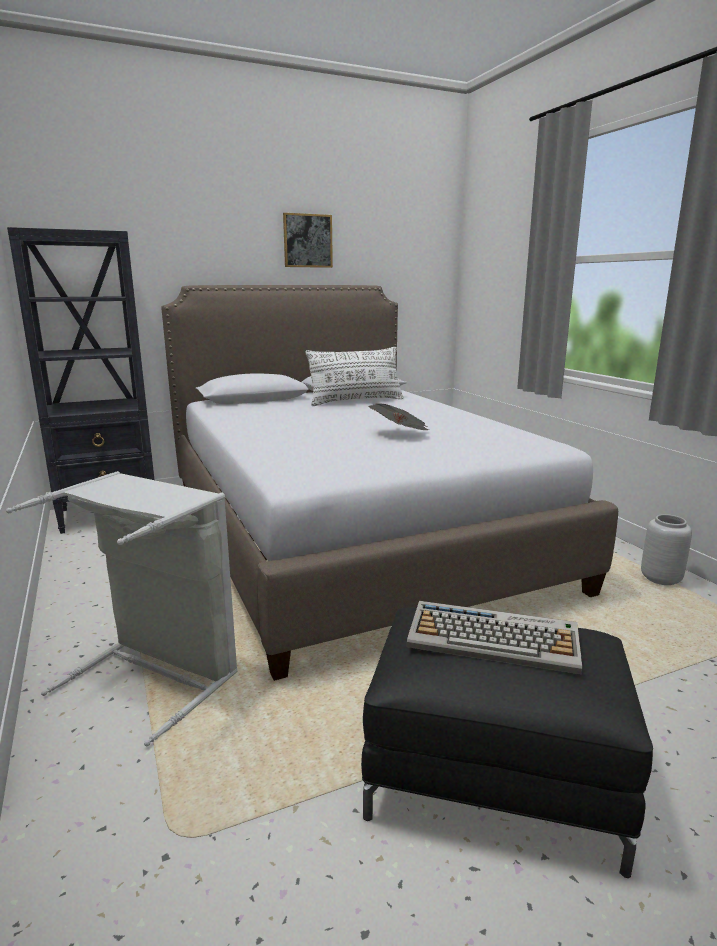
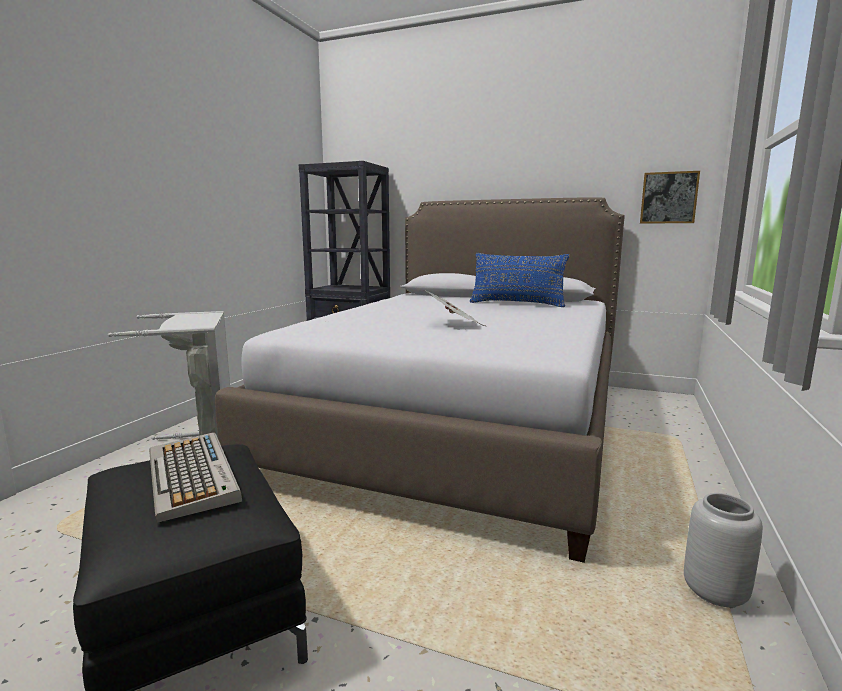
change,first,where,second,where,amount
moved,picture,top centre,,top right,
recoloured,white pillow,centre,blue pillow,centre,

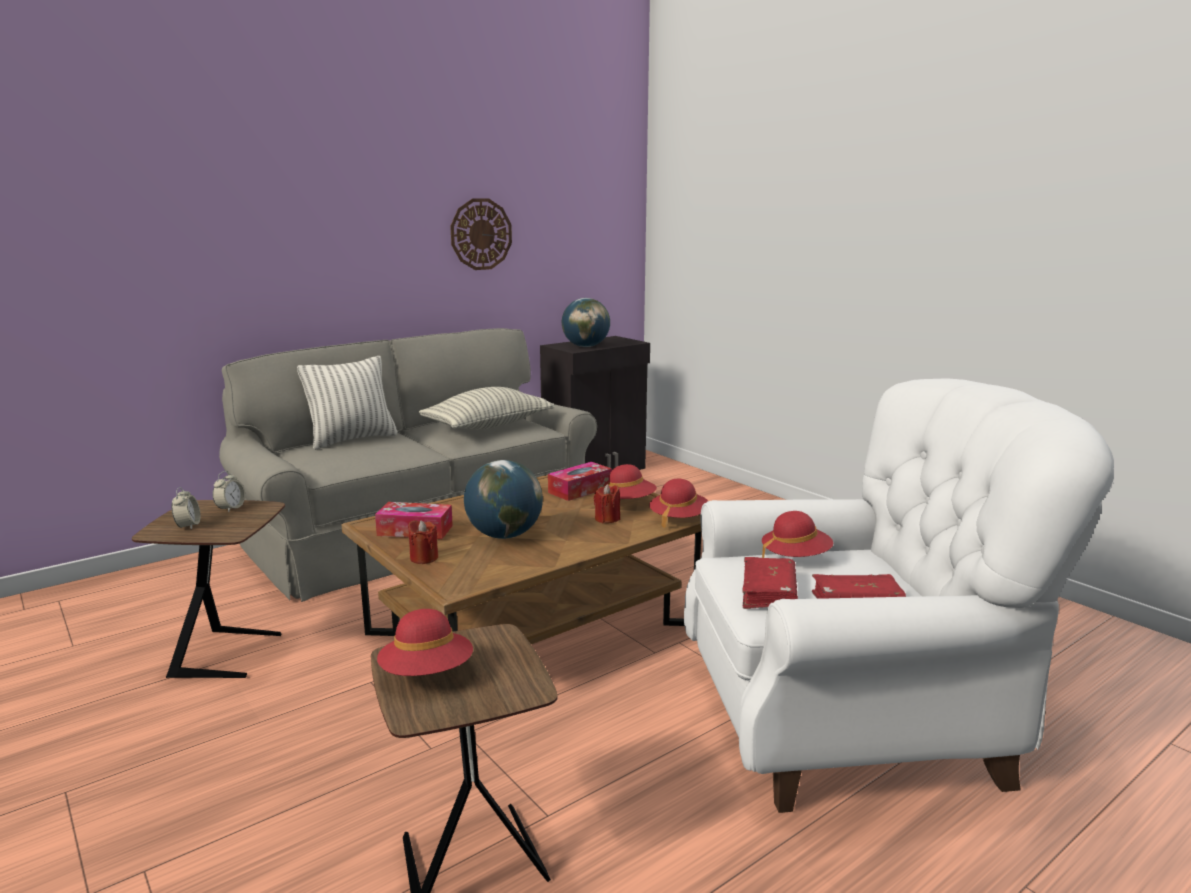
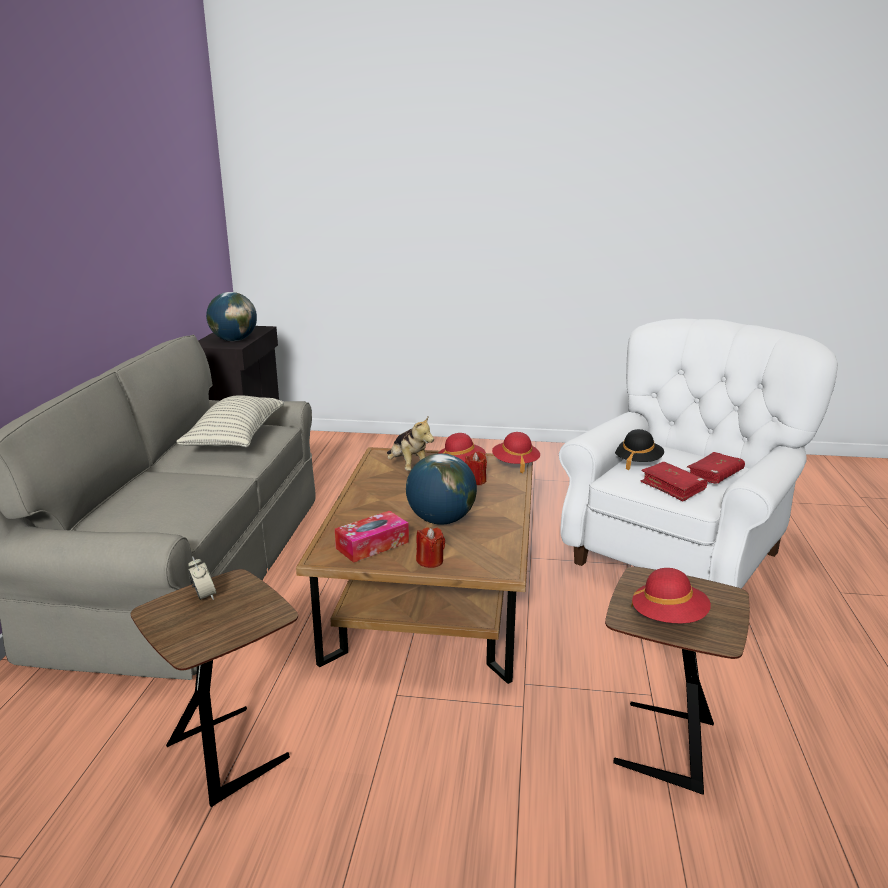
change,first,where,second,where,amount
removed,hanging clock,top centre,,,
removed,pillow (1st from left),middle left,,,
replaced,tissue box (2nd from left),centre,cuddly toy,centre,
removed,bedside clock (1st from left),middle left,,,
recoloured,reddish hat (4th from left),middle right,black hat,middle right,

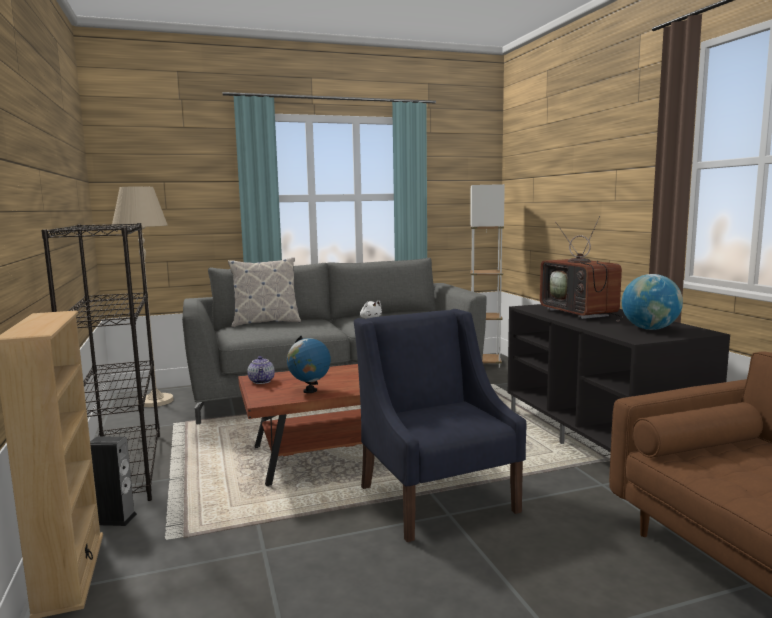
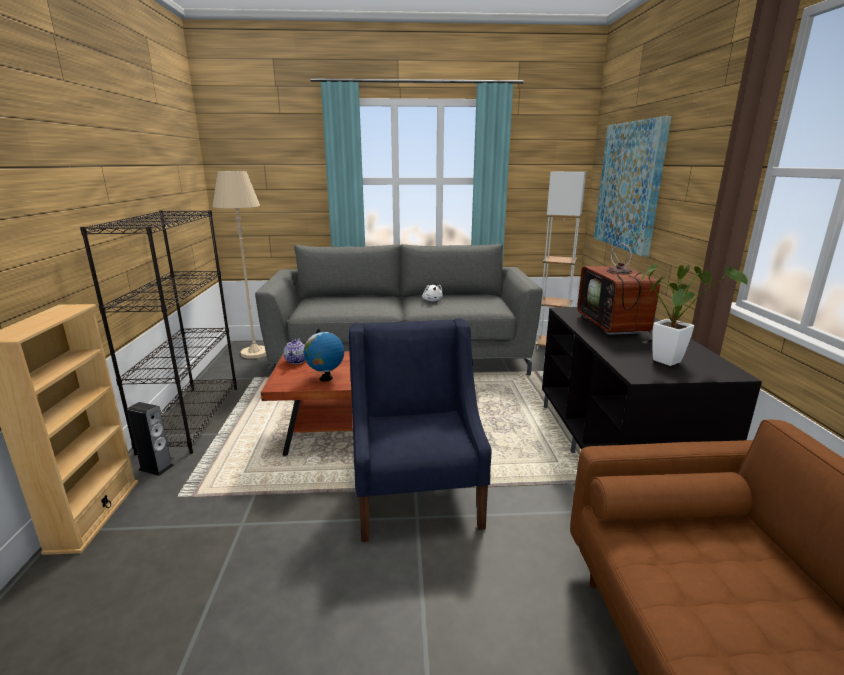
change,first,where,second,where,amount
removed,pillow,centre,,,
replaced,world globe (2nd from left),middle right,plant in a pot,middle right,
added,,,picture,top right,

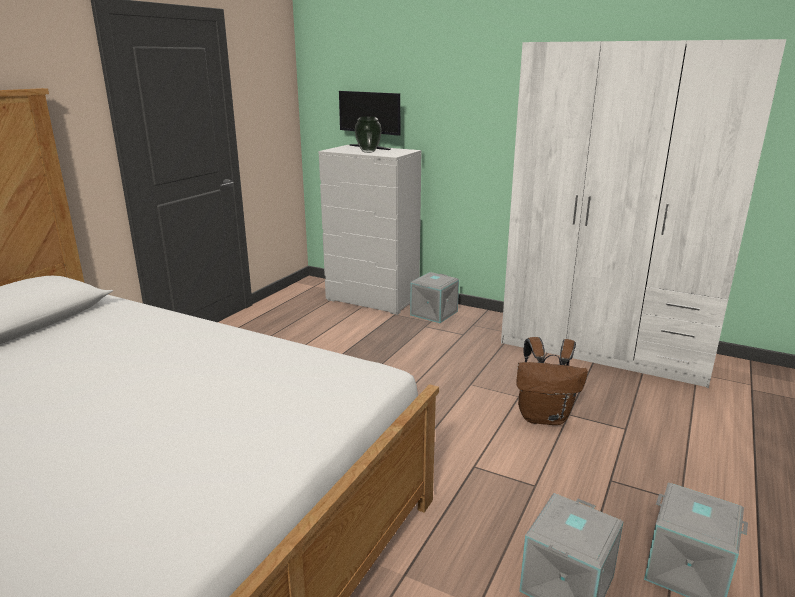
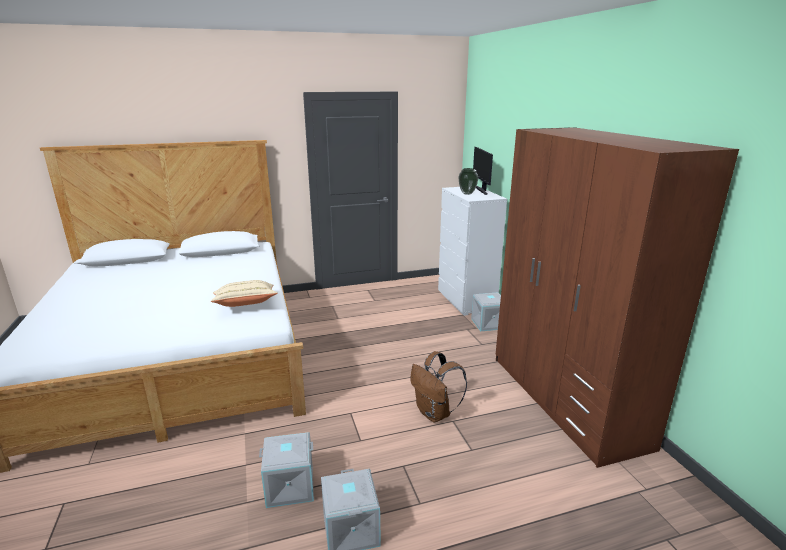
change,first,where,second,where,amount
recoloured,white clothes cupboard,middle right,brown-coloured clothes cupboard,middle right,
added,,,sand-coloured pillow,middle left,

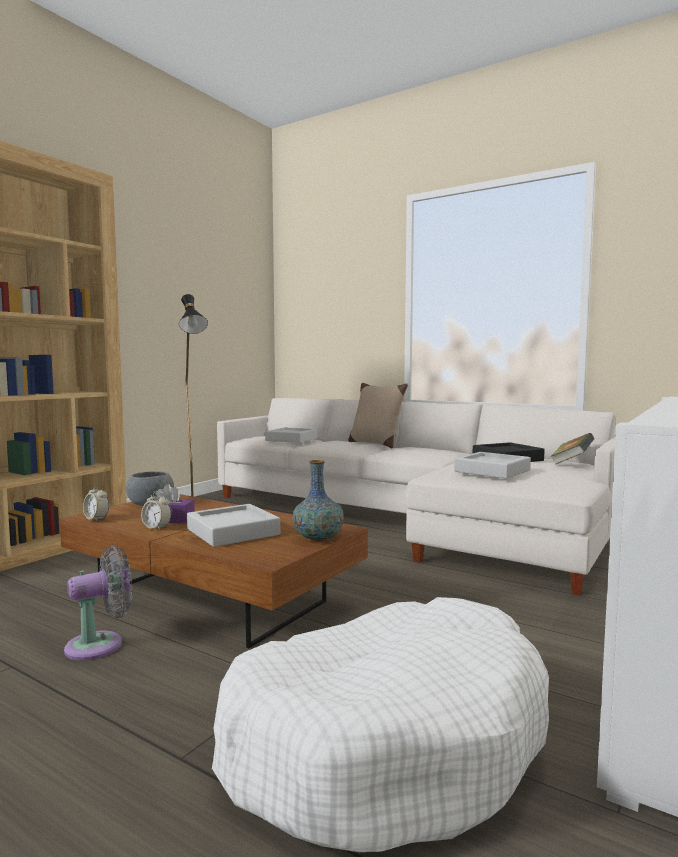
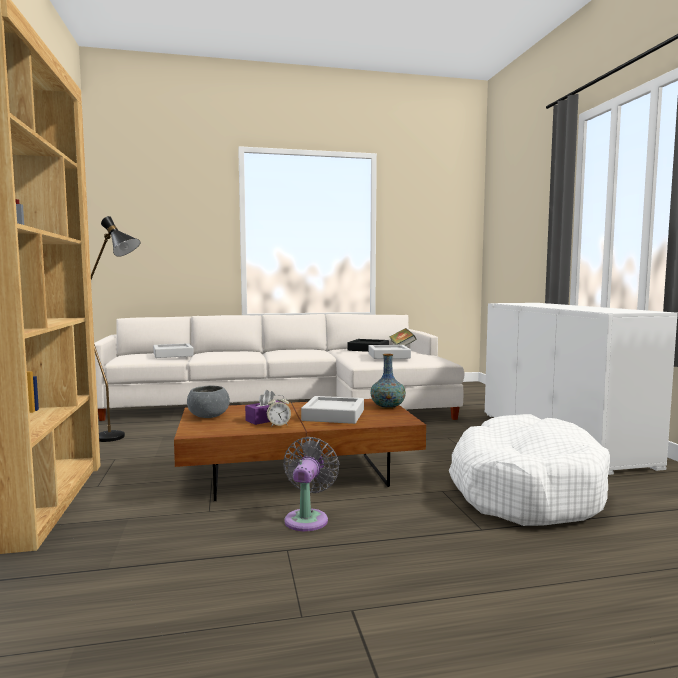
change,first,where,second,where,amount
removed,sand-coloured pillow,centre,,,
removed,bedside clock (1st from left),middle left,,,

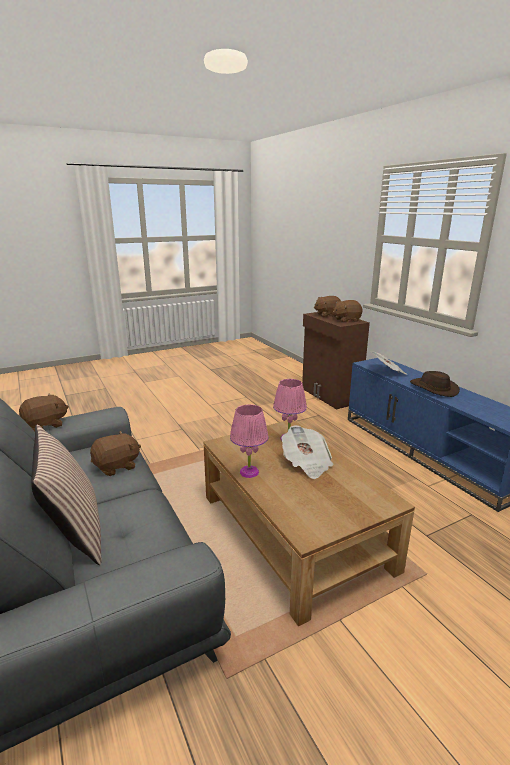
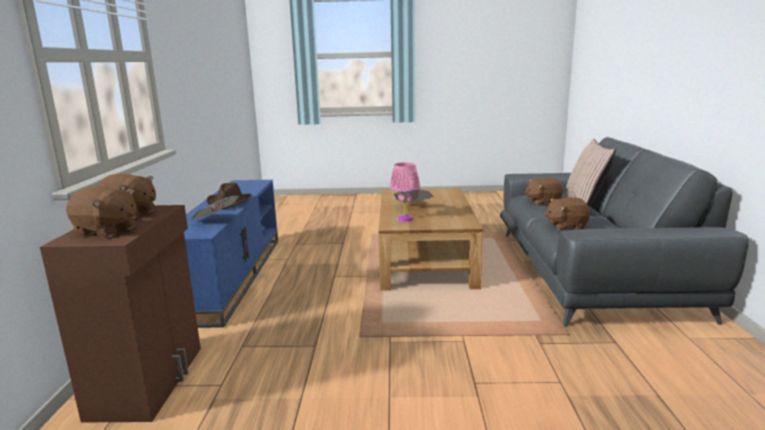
change,first,where,second,where,amount
moved,brown-coloured cuddly toy (1st from left in the first image),middle left,brown-coloured cuddly toy (3rd from left),middle right,
removed,pink-coloured table lamp (1st from left),centre,,,

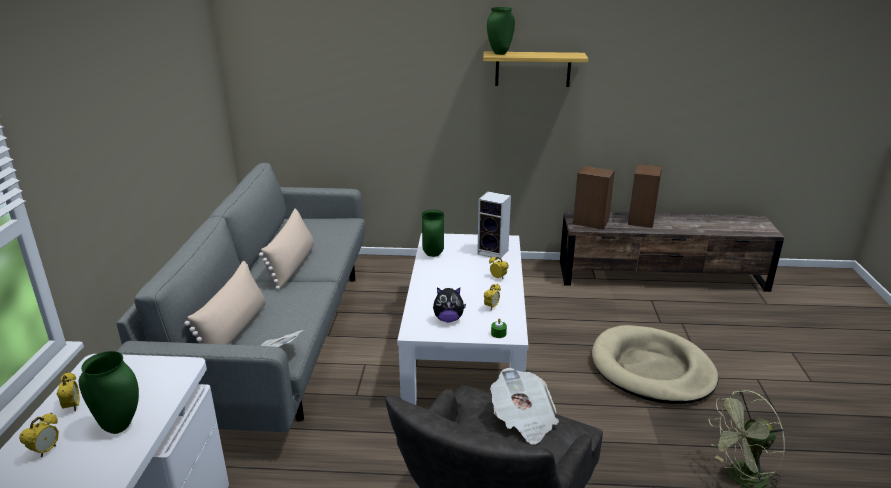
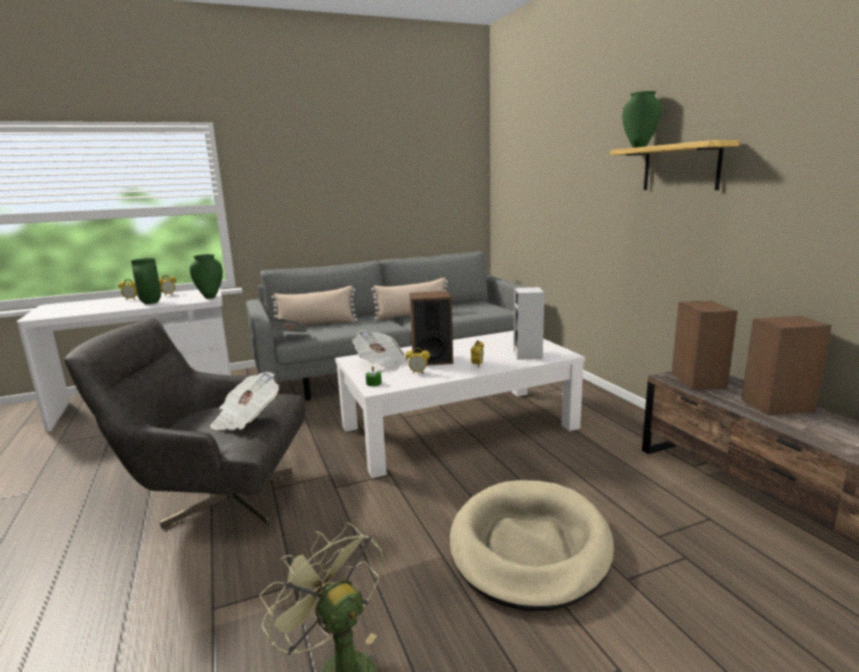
change,first,where,second,where,amount
moved,green flower vase (2nd from left),centre,,middle left,
replaced,cuddly toy,centre,printed paper (3rd from left),centre,
added,,,audio speaker (1st from left),centre,

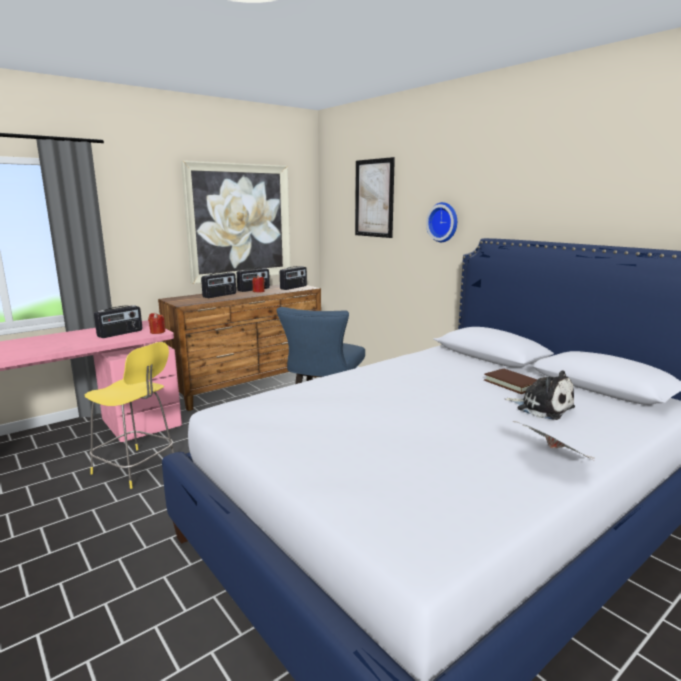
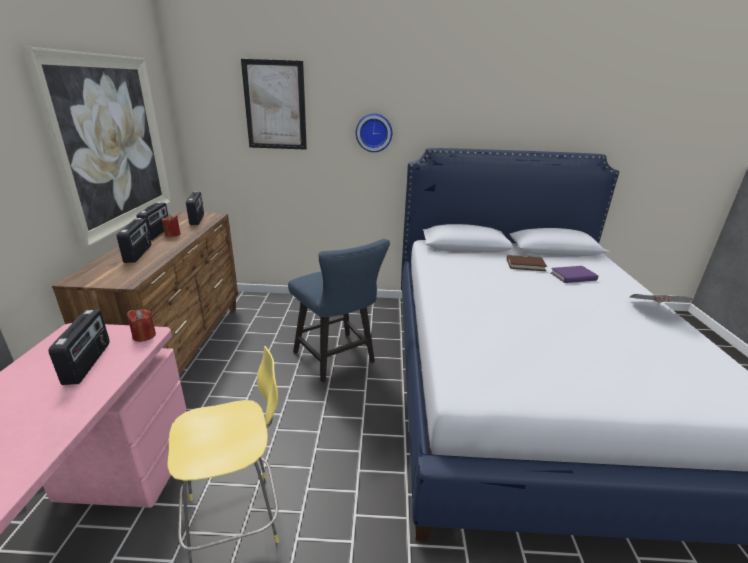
change,first,where,second,where,amount
replaced,cuddly toy,middle right,purple-coloured book,middle right,

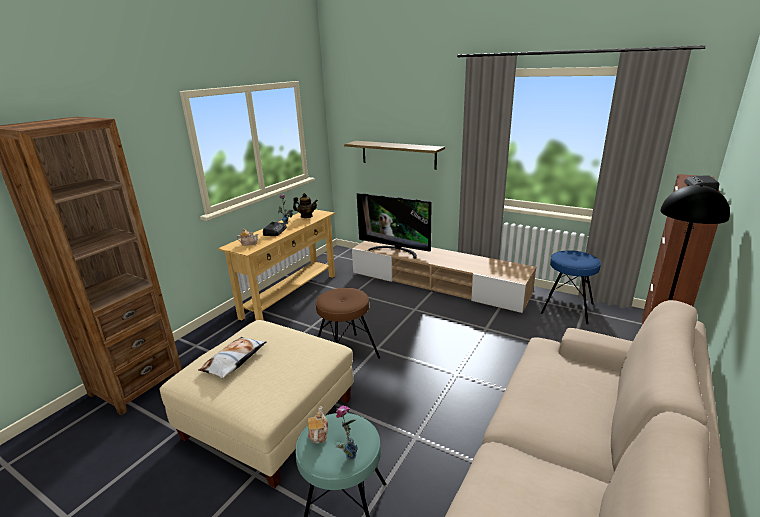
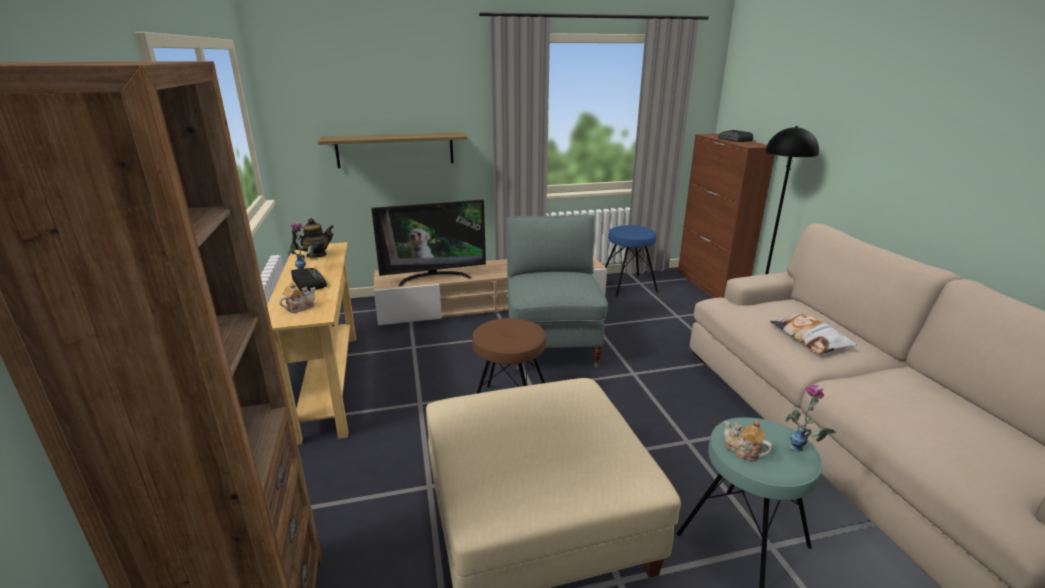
change,first,where,second,where,amount
moved,pillow,bottom left,,middle right,
added,,,gray easy chair,centre,

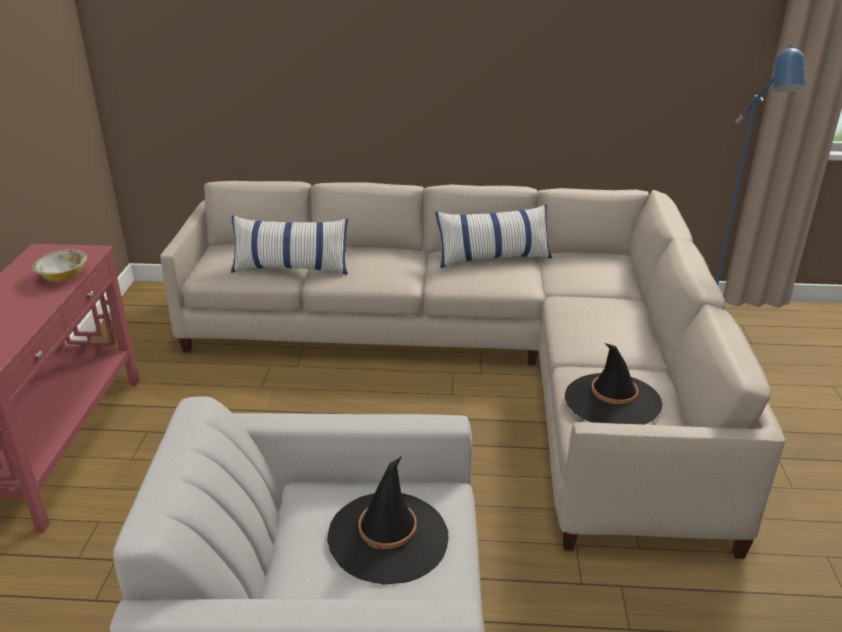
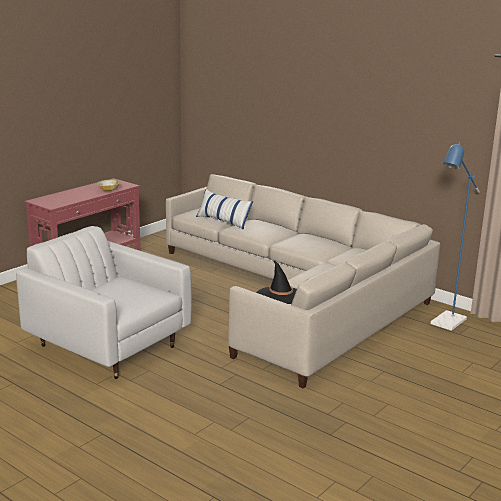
change,first,where,second,where,amount
removed,pillow (2nd from left),centre,,,
removed,black hat (1st from left),bottom centre,,,

